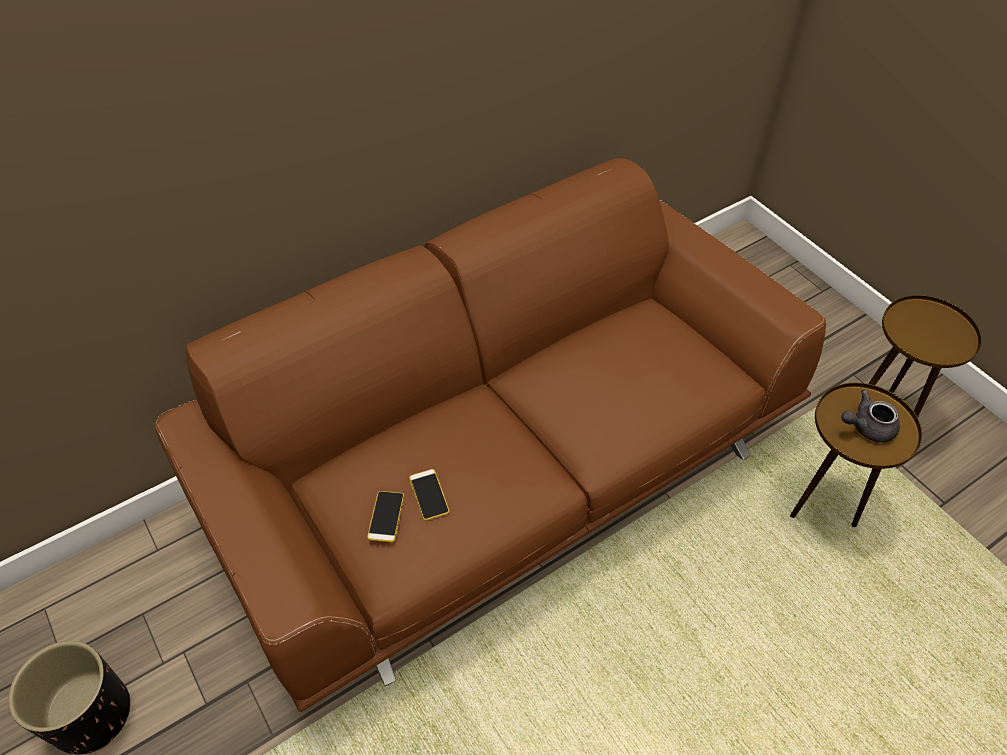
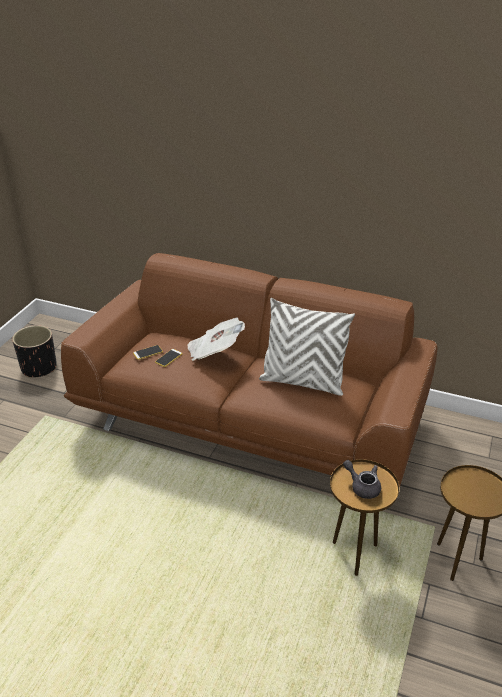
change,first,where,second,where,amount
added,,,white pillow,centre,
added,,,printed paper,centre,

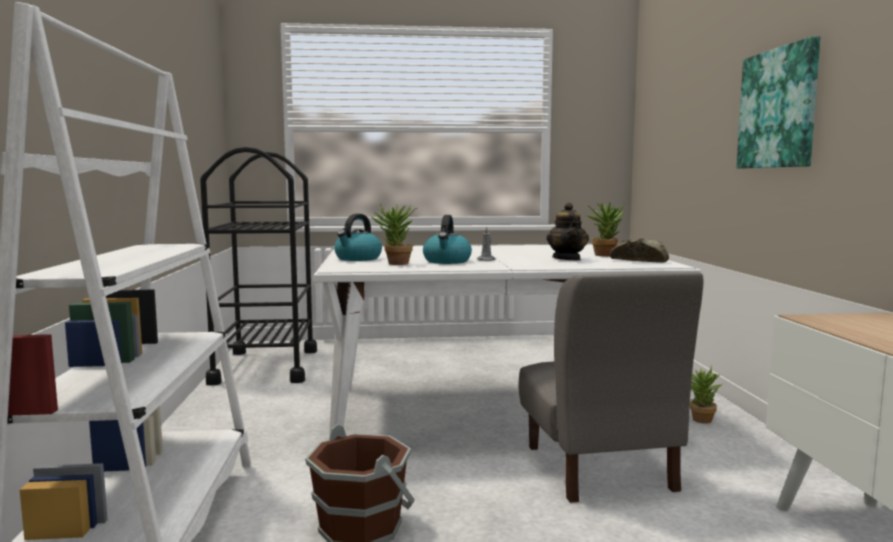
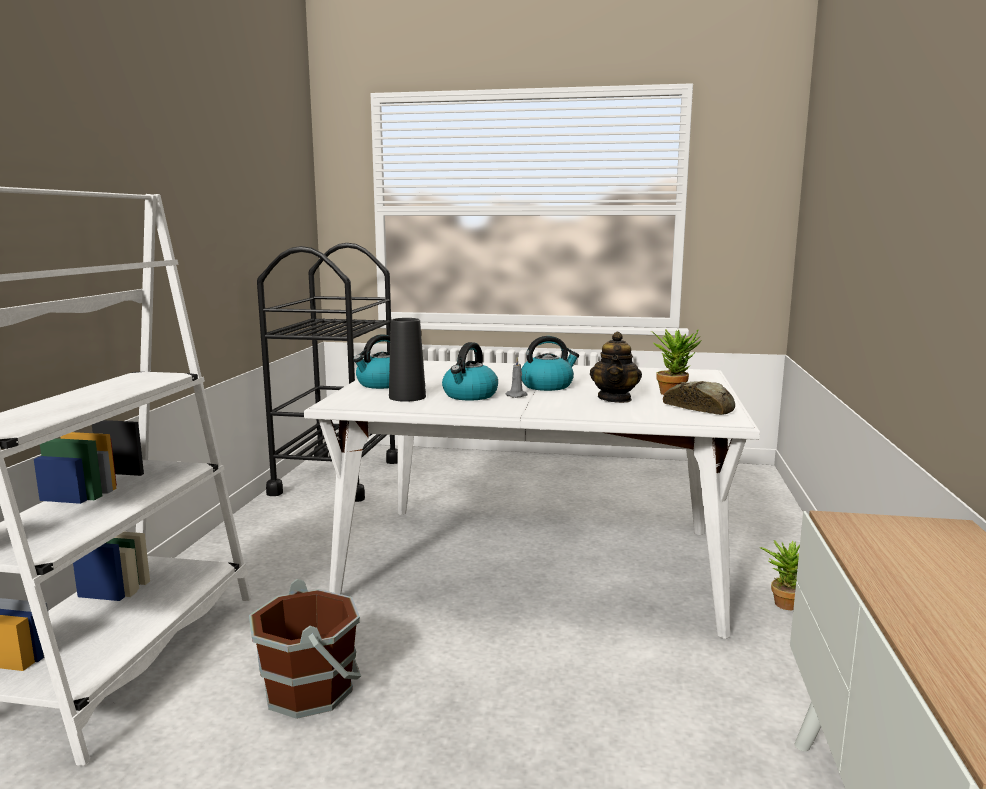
change,first,where,second,where,amount
removed,picture,top right,,,
replaced,plant in a pot (1st from left),centre,black flower vase,centre,
removed,gray plain chair,bottom right,,,
added,,,kettle (3rd from left),centre,

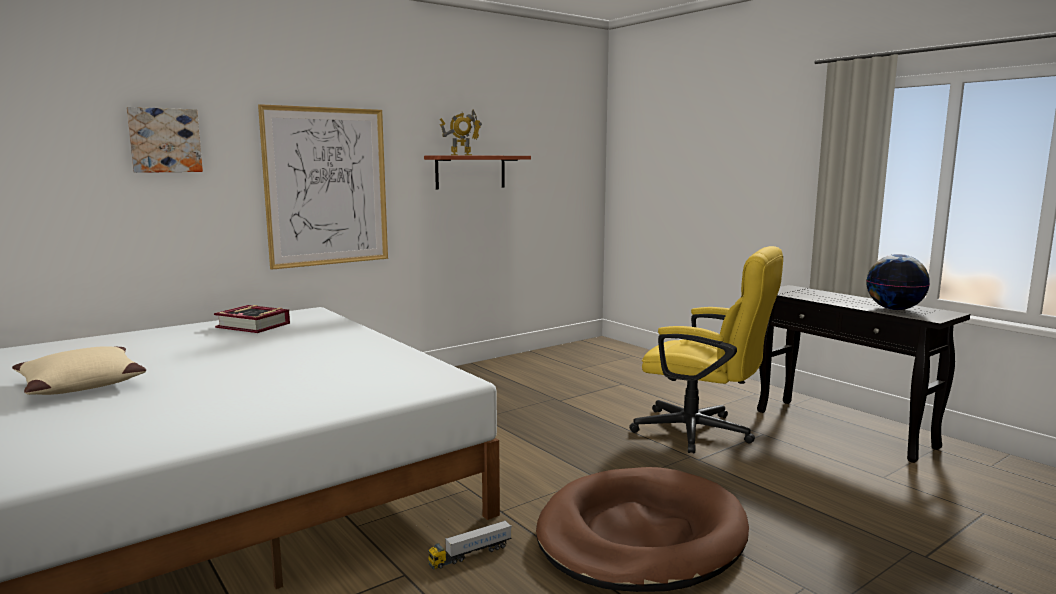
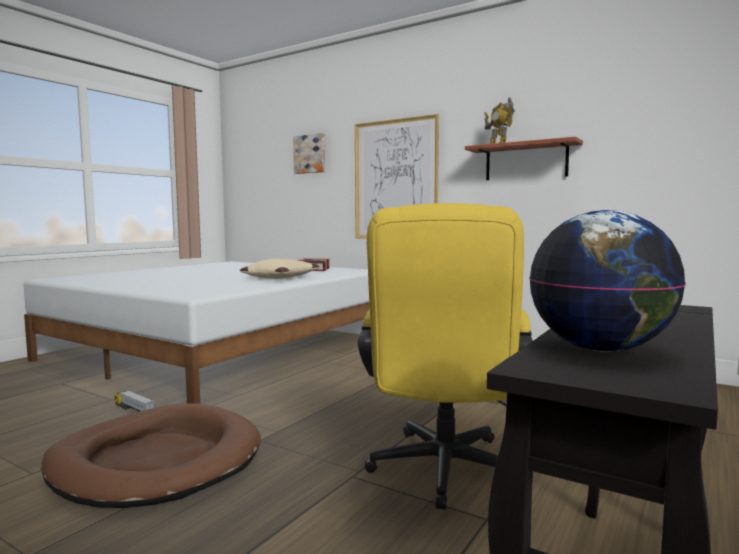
change,first,where,second,where,amount
moved,sand-coloured pillow,middle left,,centre,

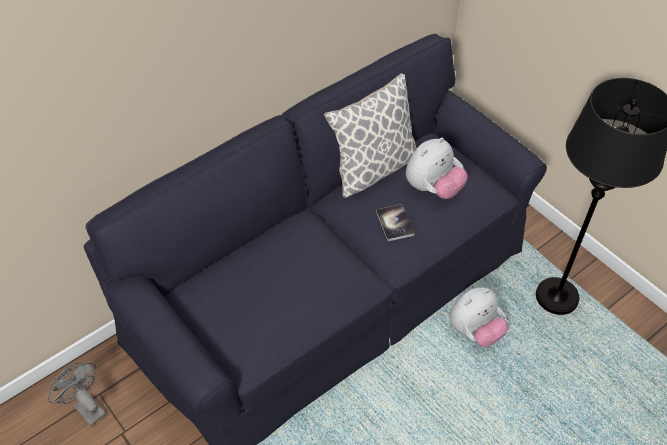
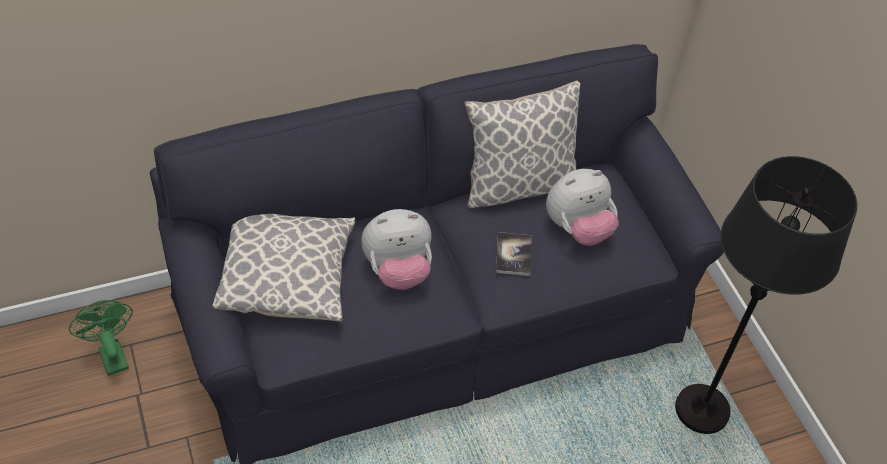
change,first,where,second,where,amount
moved,cuddly toy (2nd from left in the first image),bottom right,cuddly toy (1st from left),centre,
recoloured,gray electric fan,bottom left,green electric fan,bottom left,
added,,,pillow (1st from left),middle left,

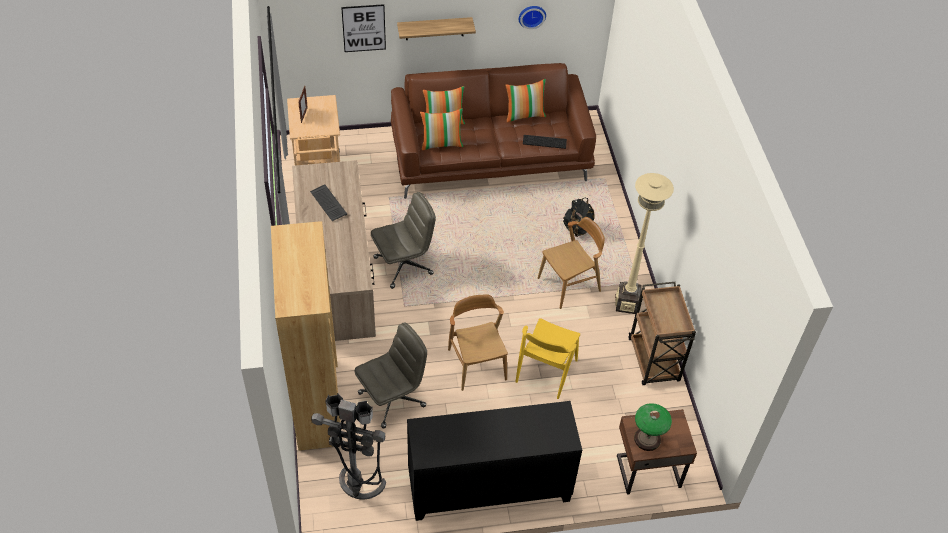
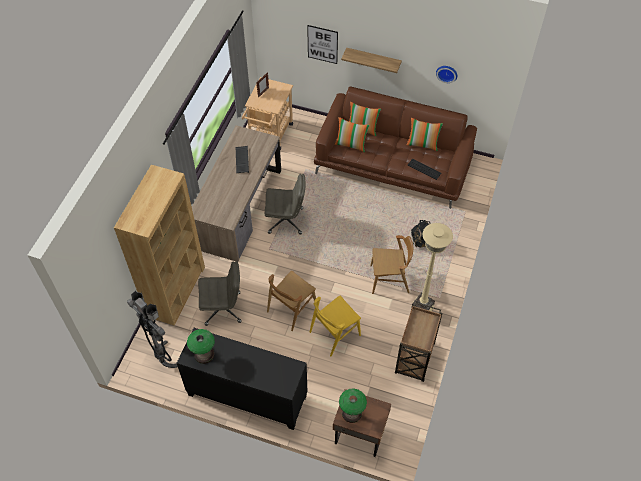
change,first,where,second,where,amount
turned,brown-coloured plain chair (1st from left),centre,,centre,150 degrees counterclockwise
added,,,table lamp (1st from left),bottom left,

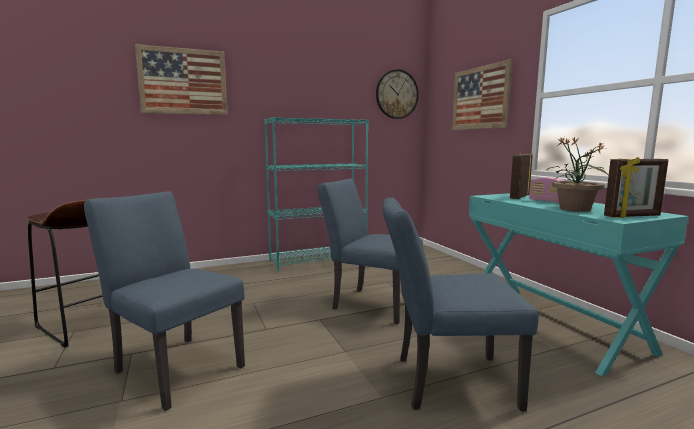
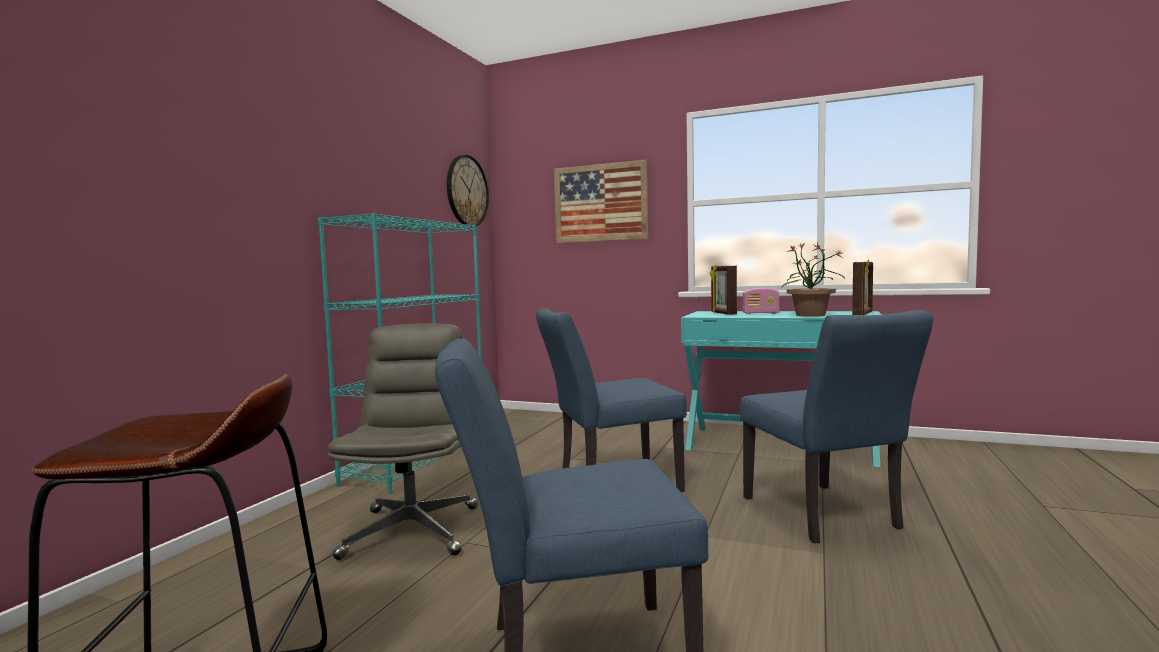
change,first,where,second,where,amount
removed,picture (1st from left),top left,,,
turned,blue plain chair (3rd from left),bottom centre,,middle right,60 degrees counterclockwise
added,,,gray computer chair,bottom centre,

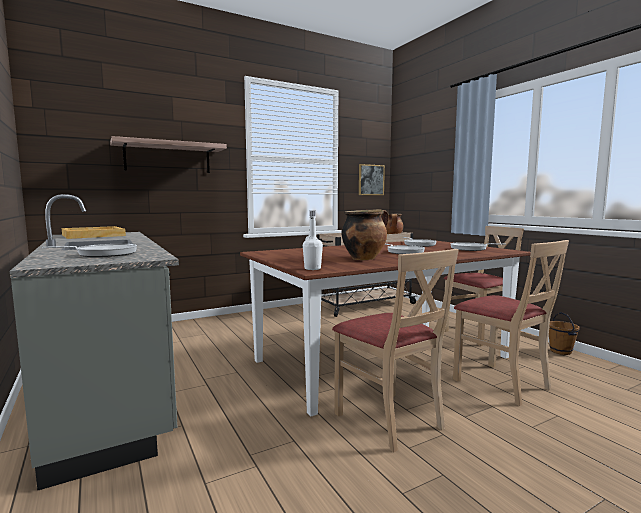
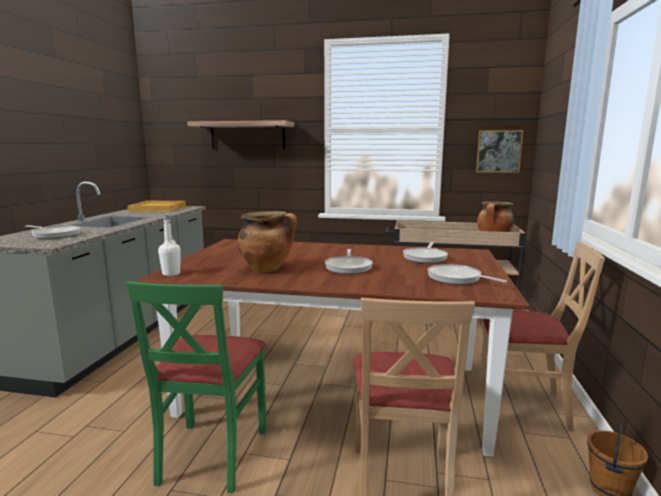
change,first,where,second,where,amount
recoloured,sand-coloured plain chair (1st from left),bottom centre,green plain chair,bottom left,

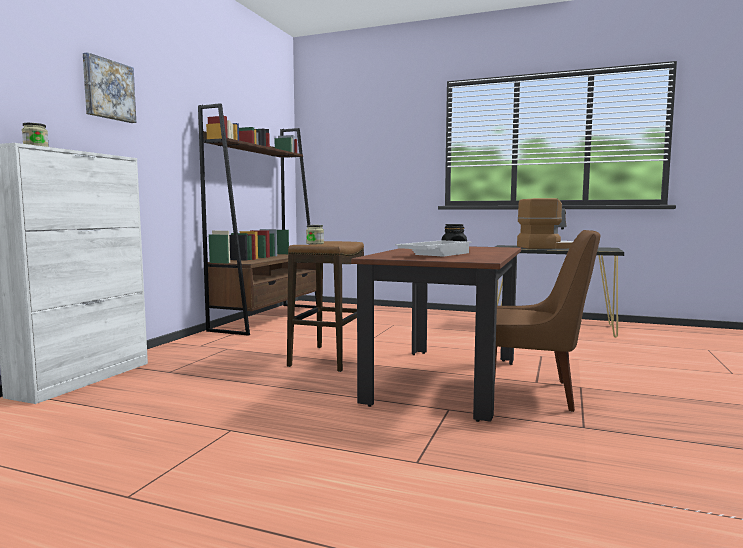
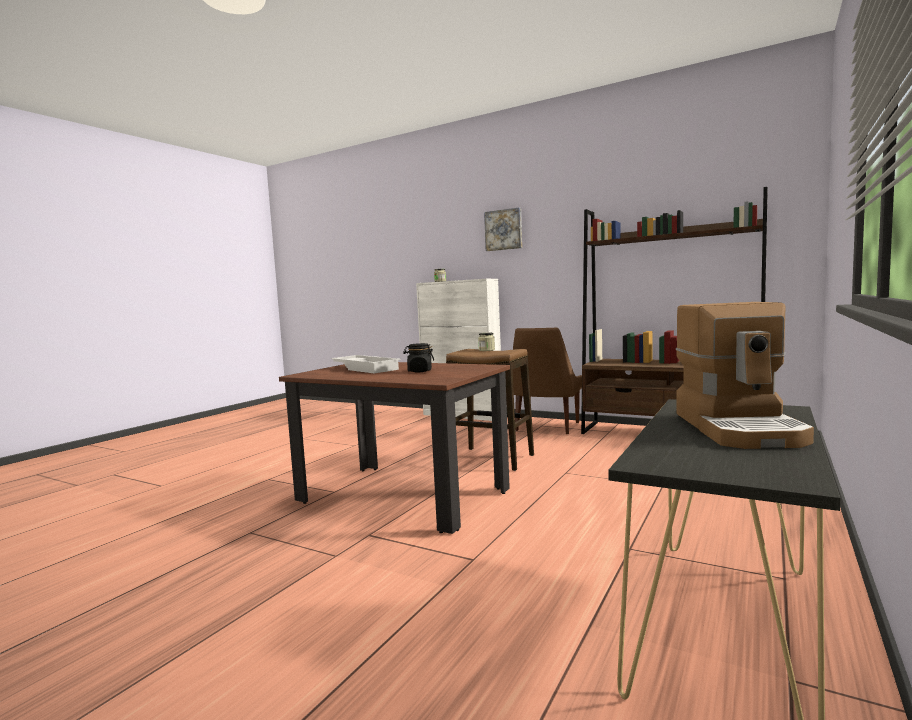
change,first,where,second,where,amount
moved,brown-coloured plain chair,middle right,,centre,

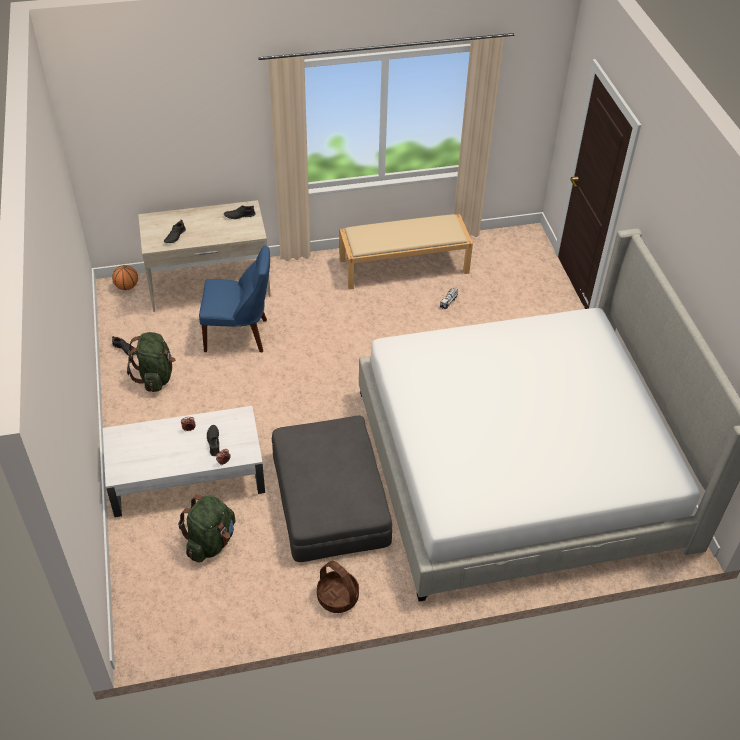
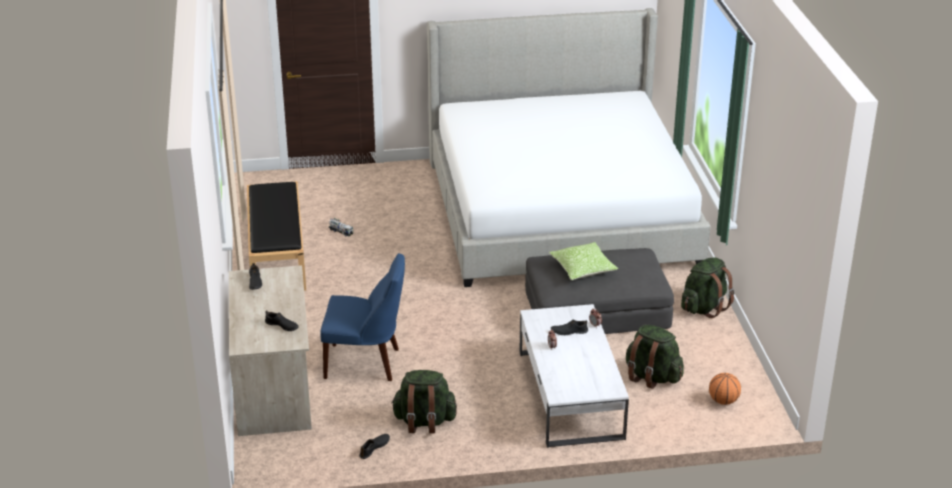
change,first,where,second,where,amount
recoloured,sand-coloured long seat,centre,black long seat,middle left,
turned,blue plain chair,middle left,,centre,90 degrees clockwise
moved,ball for basketball,middle left,,bottom right,
replaced,storage basket,bottom centre,green backpack (3rd from left),middle right,
added,,,pillow,centre,

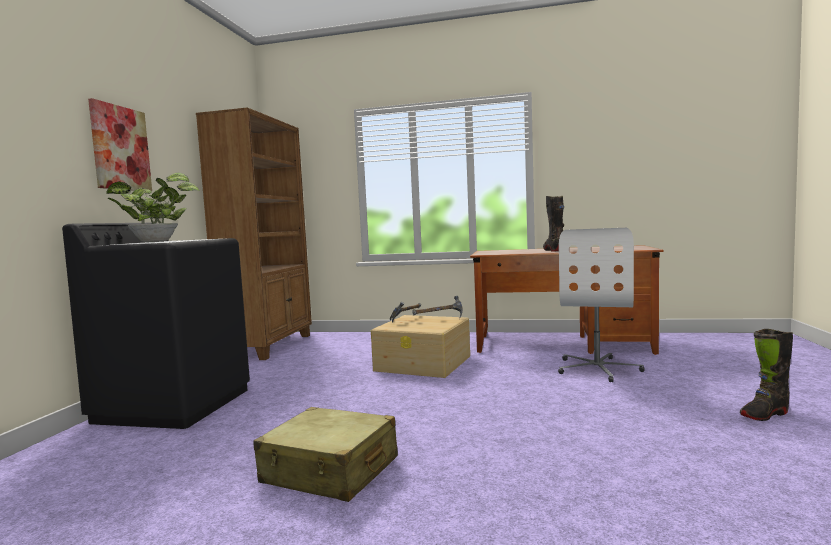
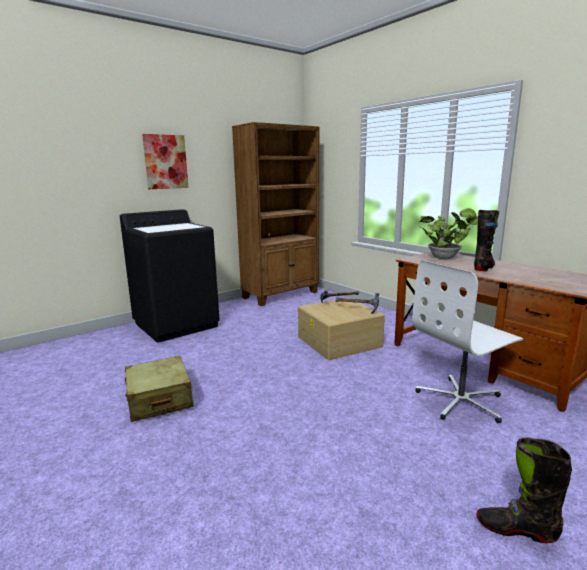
change,first,where,second,where,amount
moved,plant in a pot,middle left,,middle right,

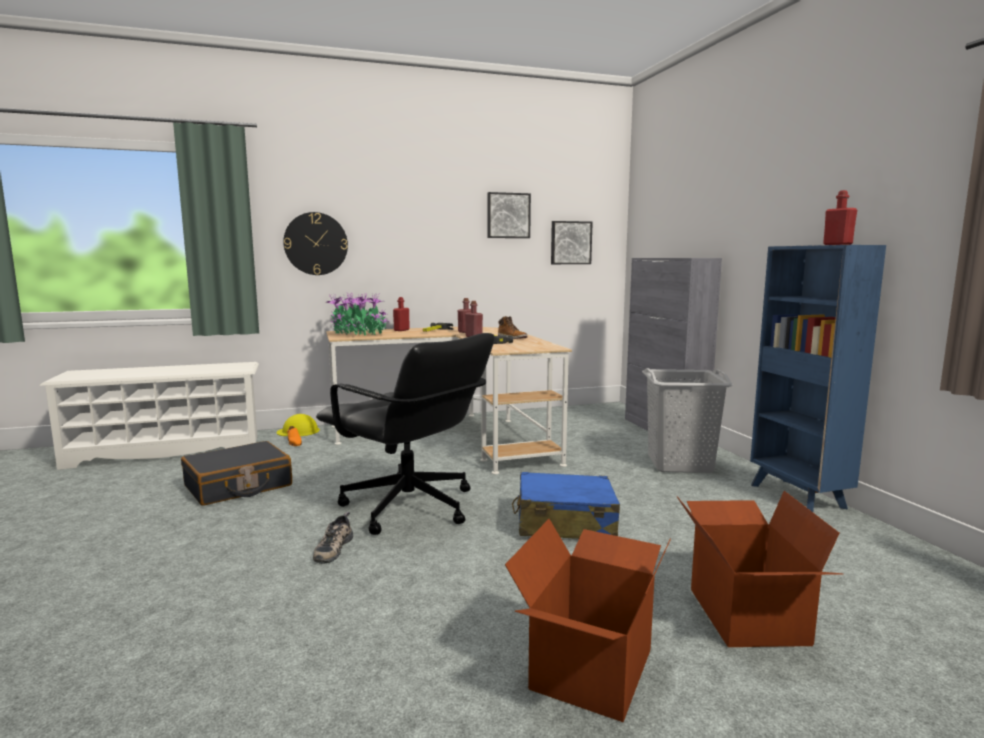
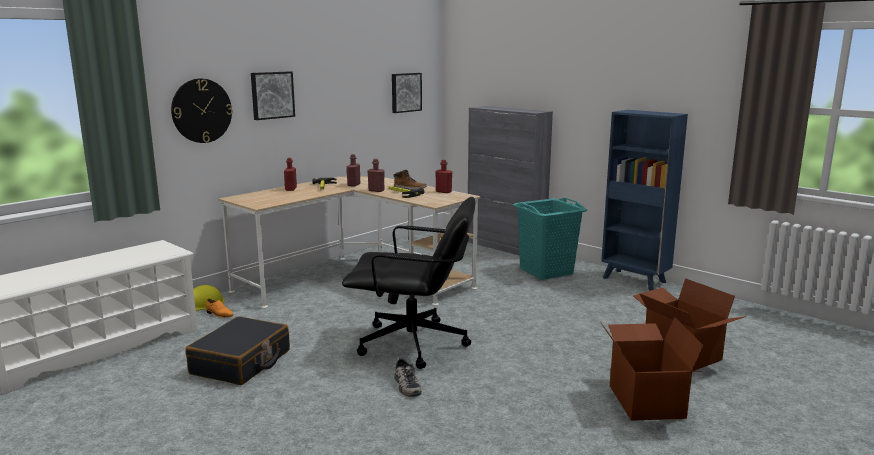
change,first,where,second,where,amount
moved,reddish bottle (4th from left),top right,,centre,
moved,picture (1st from left),top centre,,top left,
removed,plant in a pot,centre,,,
recoloured,gray washing basket,middle right,turquoise-coloured washing basket,centre,
removed,blue suitcase,bottom centre,,,

